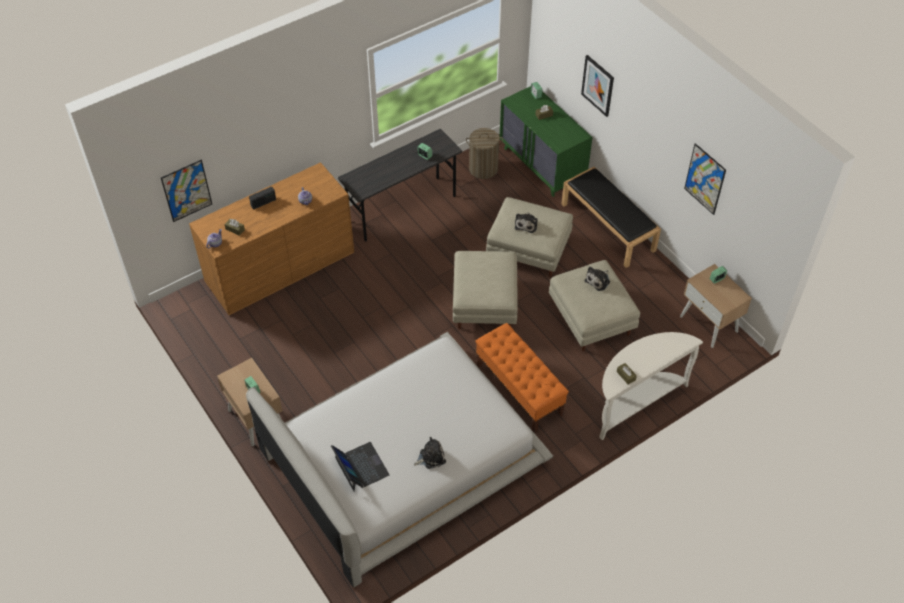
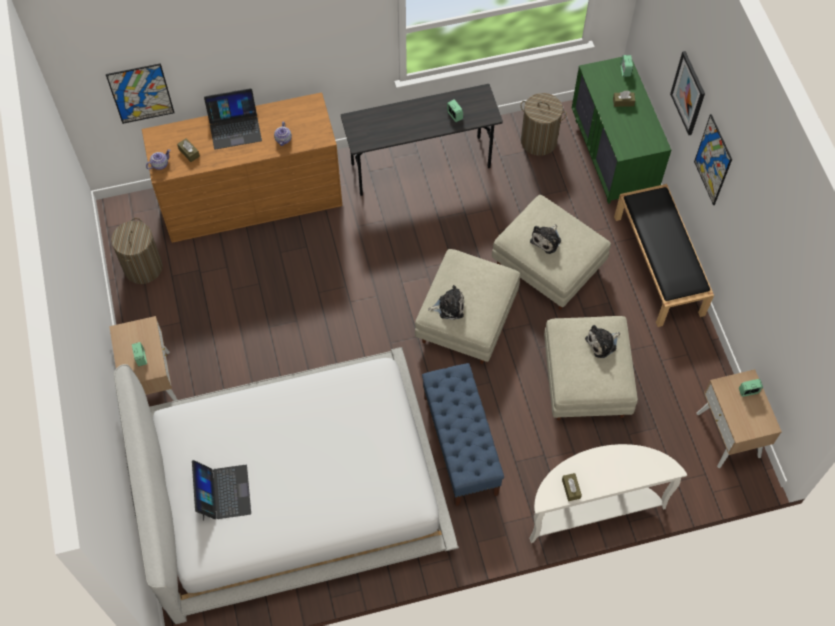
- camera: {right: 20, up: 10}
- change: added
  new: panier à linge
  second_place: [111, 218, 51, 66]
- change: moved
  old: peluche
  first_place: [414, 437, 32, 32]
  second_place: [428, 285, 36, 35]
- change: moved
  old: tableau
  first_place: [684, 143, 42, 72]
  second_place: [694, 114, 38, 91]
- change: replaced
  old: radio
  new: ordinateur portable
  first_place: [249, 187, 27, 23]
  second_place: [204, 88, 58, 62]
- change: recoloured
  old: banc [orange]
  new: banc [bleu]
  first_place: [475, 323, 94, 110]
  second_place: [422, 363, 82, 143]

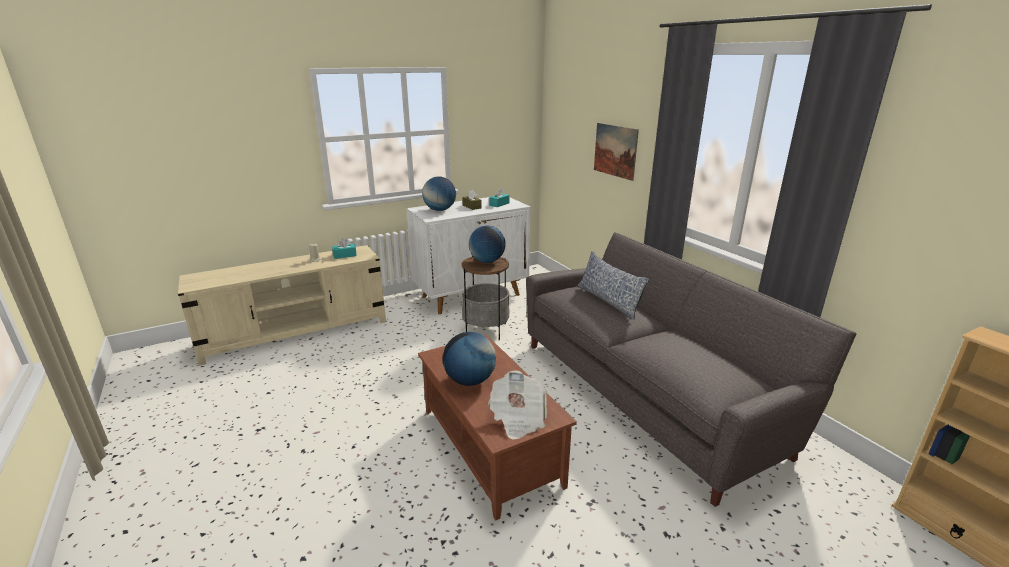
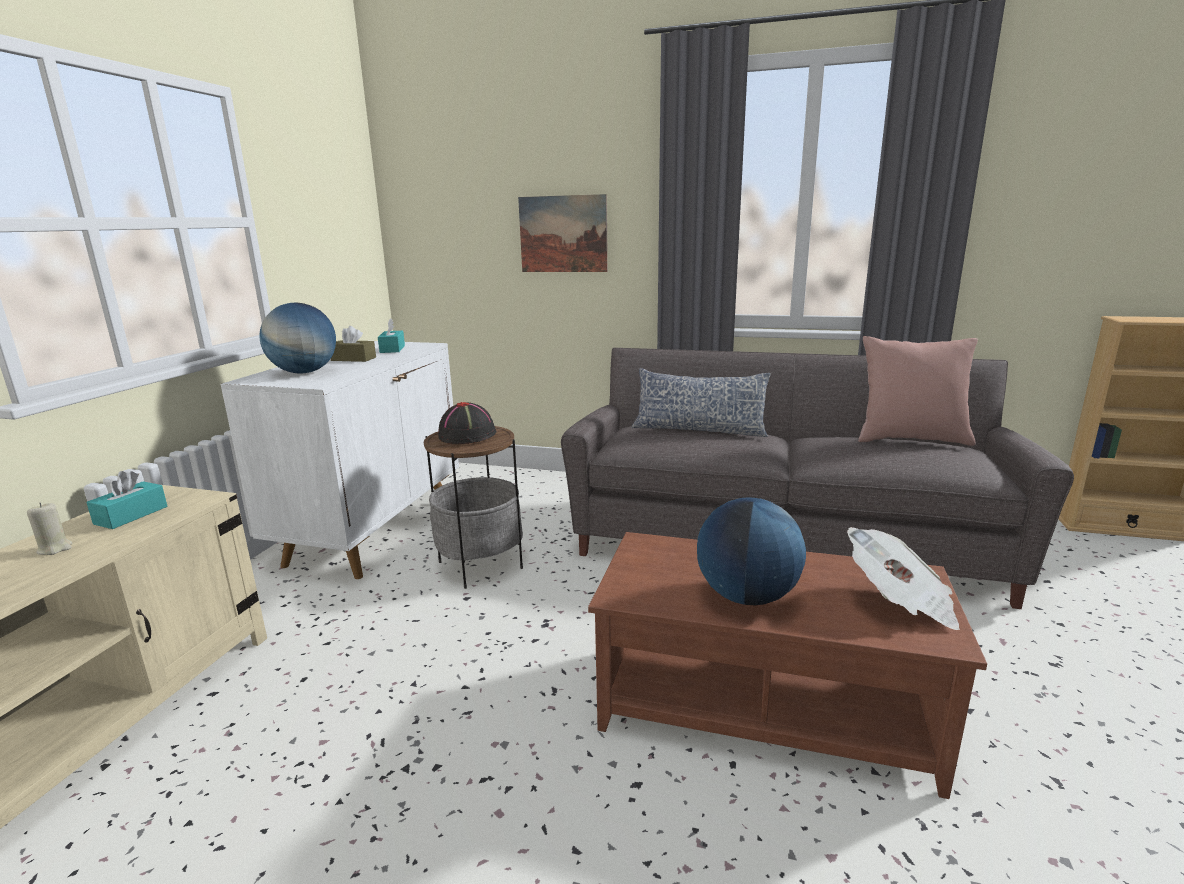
- camera: {right: -45, up: -5}
- change: added
  new: coussin [rose]
  second_place: [858, 336, 120, 110]
- change: replaced
  old: globe
  new: chapeau [noir]
  first_place: [468, 226, 38, 37]
  second_place: [438, 402, 58, 42]

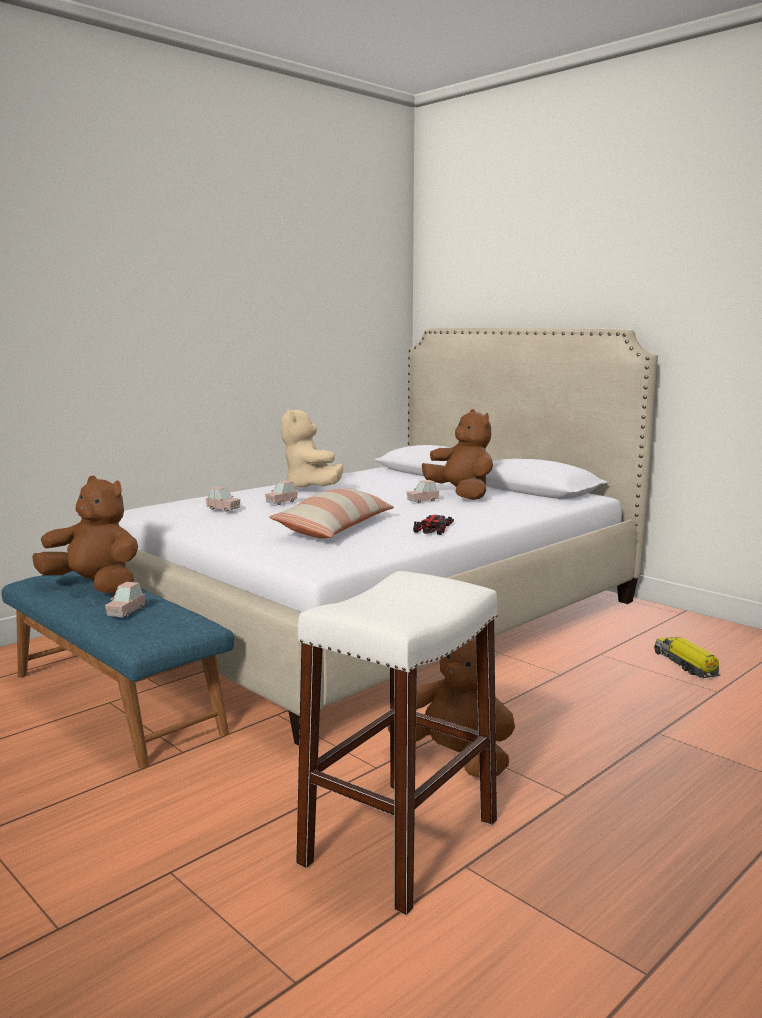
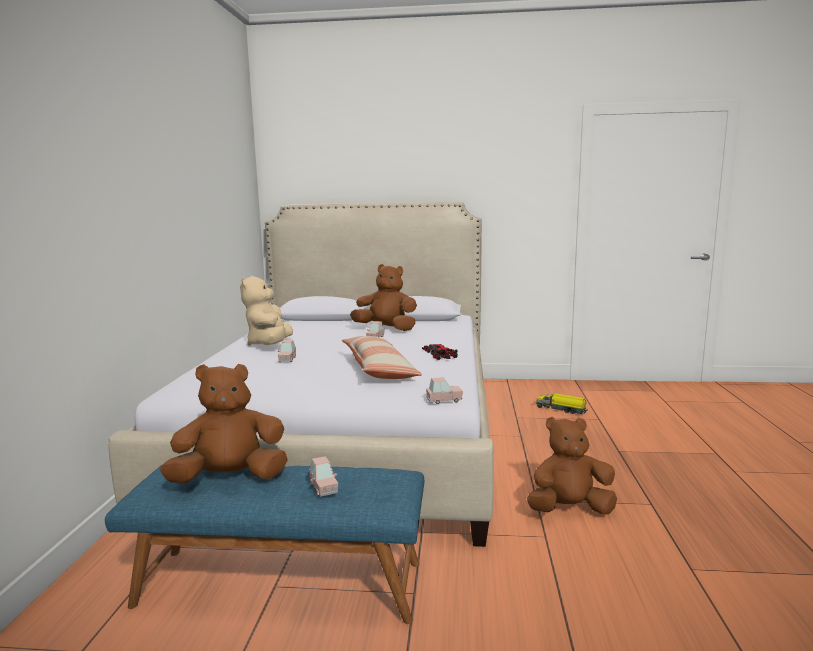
- camera: {right: -40, up: 0}
- change: removed
  old: tabouret [blanc]
  first_place: [296, 571, 202, 344]
- change: moved
  old: petite voiture [rose]
  first_place: [206, 486, 34, 26]
  second_place: [426, 377, 37, 27]
- change: turned
  old: peluche [beige]
  first_place: [281, 409, 62, 79]
  second_place: [240, 276, 53, 70]
  degrees: 60

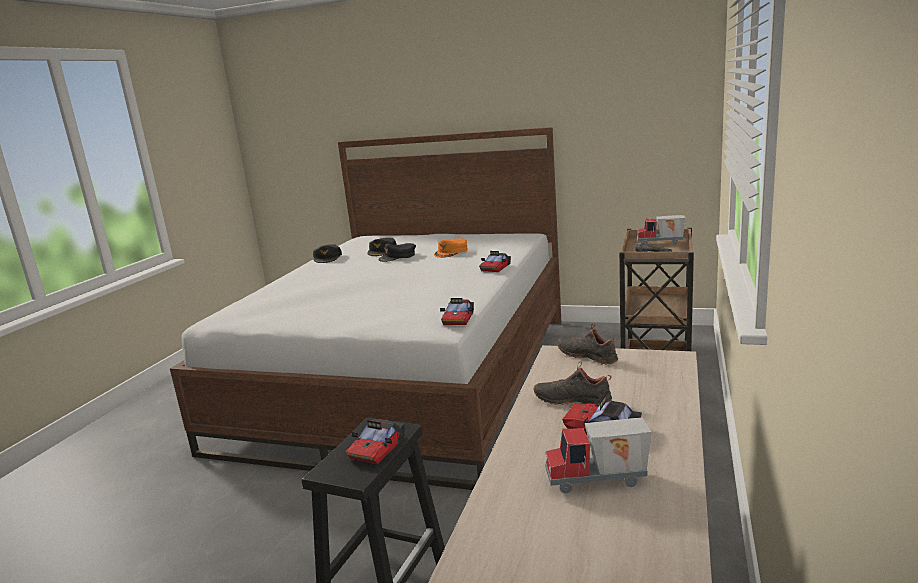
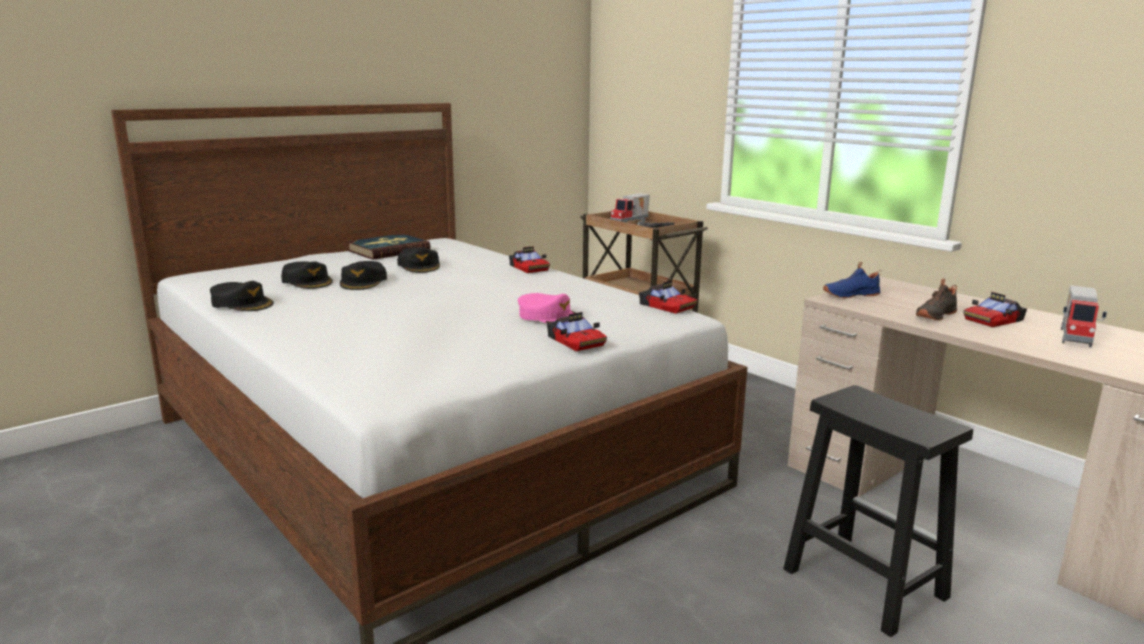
- camera: {right: -60, up: 0}
- change: added
  new: livre
  second_place: [346, 233, 84, 27]
- change: added
  new: casquette [rose]
  second_place: [518, 293, 57, 30]
- change: moved
  old: petite voiture
  first_place: [345, 419, 60, 45]
  second_place: [547, 312, 60, 39]
- change: recoloured
  old: casquette [orange]
  new: casquette [noir]
  first_place: [434, 238, 34, 20]
  second_place: [397, 247, 43, 26]
- change: recoloured
  old: chaussure [noir]
  new: chaussure [bleu]
  first_place: [557, 323, 61, 42]
  second_place: [823, 262, 59, 36]

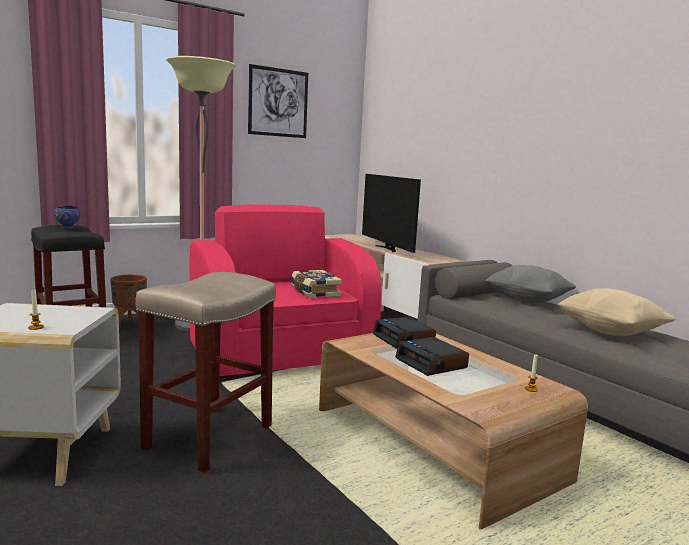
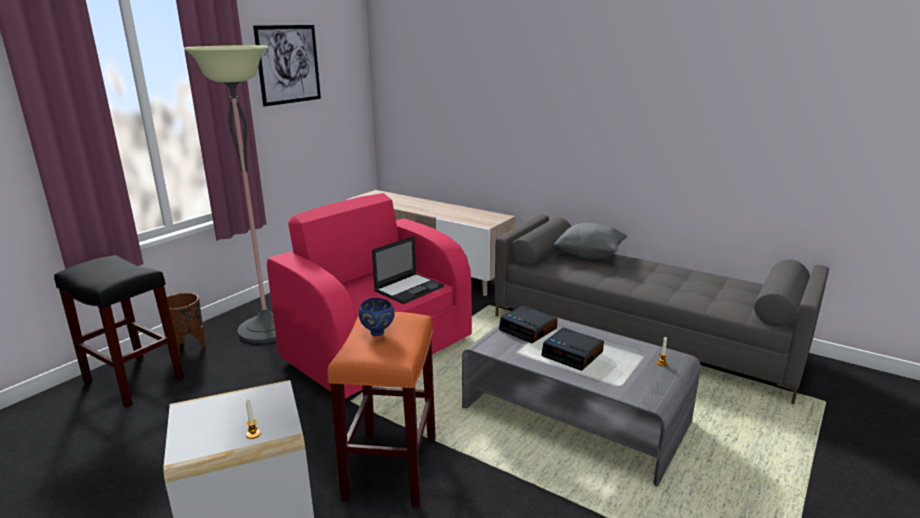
- camera: {right: -20, up: 10}
- change: removed
  old: téléviseur
  first_place: [362, 174, 59, 79]
- change: removed
  old: coussin [beige]
  first_place: [557, 288, 119, 48]
- change: moved
  old: bol [bleu]
  first_place: [54, 206, 27, 23]
  second_place: [358, 298, 37, 38]
- change: replaced
  old: livre
  new: ordinateur portable
  first_place: [291, 270, 51, 29]
  second_place: [372, 236, 72, 68]
- change: recoloured
  old: tabouret [beige]
  new: tabouret [orange]
  first_place: [136, 272, 140, 201]
  second_place: [327, 312, 109, 195]
- change: recoloured
  old: table basse [marron]
  new: table basse [gris]
  first_place: [319, 333, 269, 197]
  second_place: [462, 317, 239, 170]

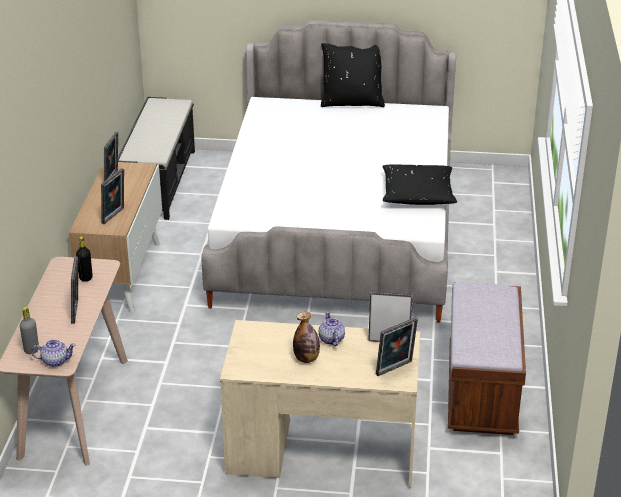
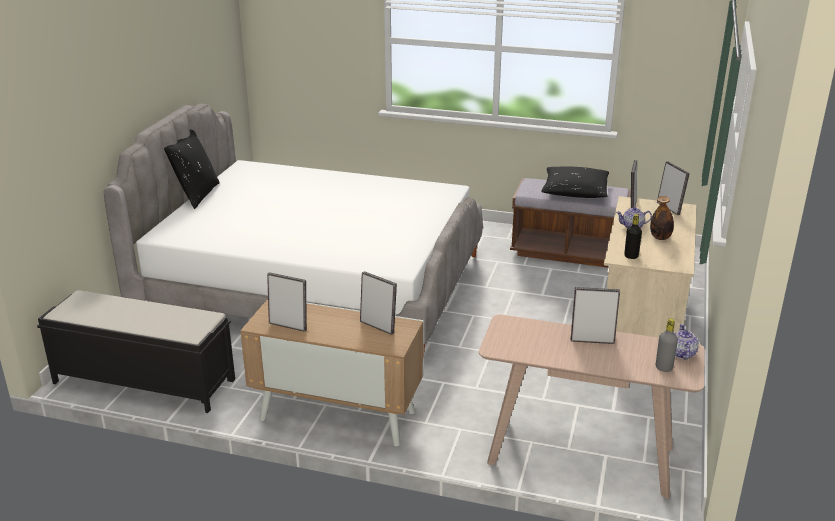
- camera: {right: -80, up: -5}
- change: moved
  old: bouteille [noir]
  first_place: [76, 236, 17, 46]
  second_place: [624, 214, 18, 45]
- change: moved
  old: coussin [noir]
  first_place: [382, 164, 75, 41]
  second_place: [541, 166, 68, 32]

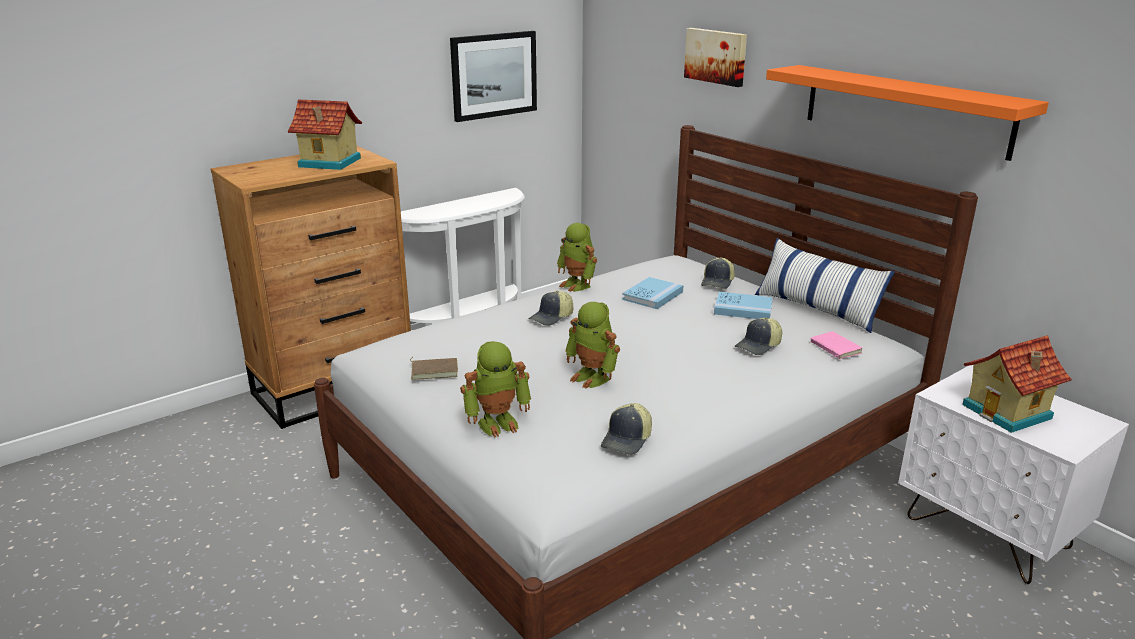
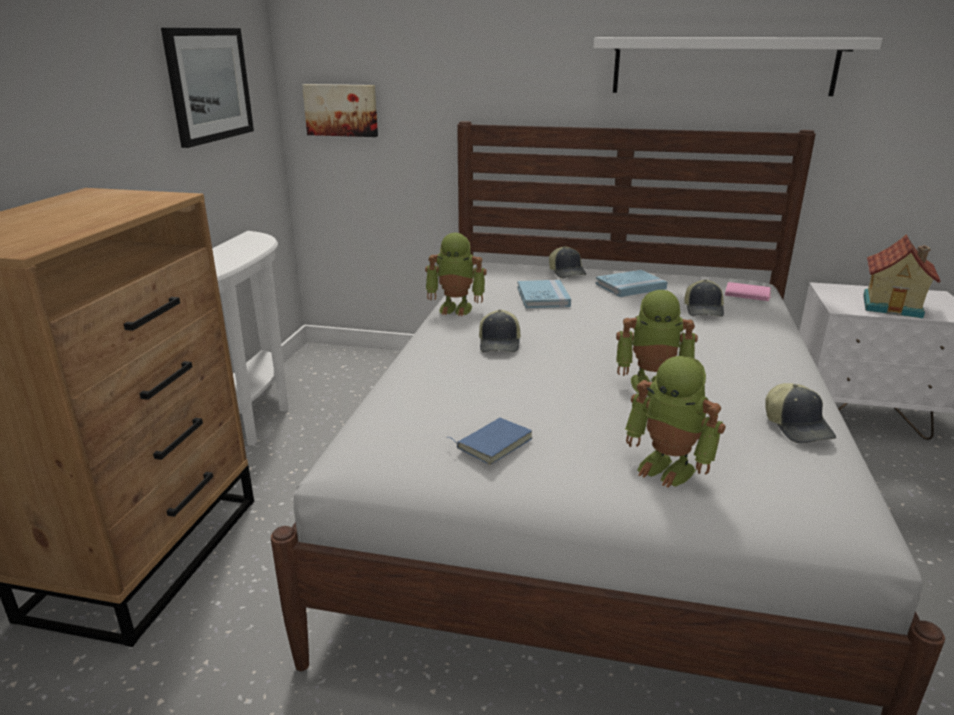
- camera: {right: -40, up: 0}
- change: removed
  old: maison miniature
  first_place: [288, 100, 74, 70]
- change: removed
  old: coussin
  first_place: [755, 238, 140, 95]
- change: moved
  old: tableau
  first_place: [684, 28, 63, 59]
  second_place: [302, 84, 76, 53]
- change: recoloured
  old: livre [marron]
  new: livre [bleu]
  first_place: [410, 357, 48, 23]
  second_place: [448, 418, 84, 47]
- change: recoloured
  old: étagère [orange]
  new: étagère [blanc]
  first_place: [766, 65, 283, 96]
  second_place: [593, 37, 290, 59]
- change: turned
  old: robot jouet
  first_place: [460, 341, 71, 96]
  second_place: [625, 356, 100, 132]
  degrees: 105

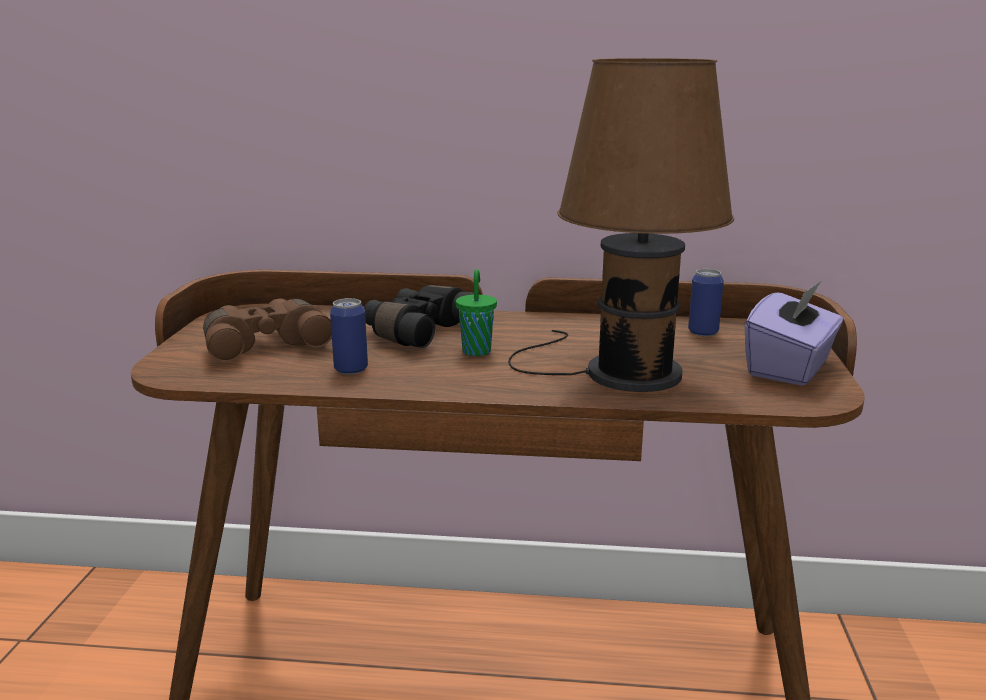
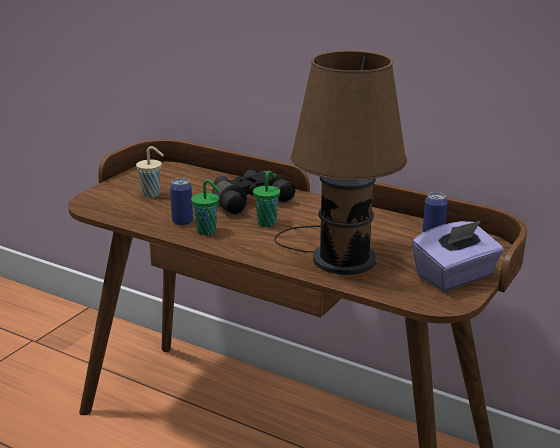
- camera: {right: 25, up: 5}
- change: added
  new: tasse [vert]
  second_place: [191, 180, 29, 55]
- change: replaced
  old: jumelles [marron]
  new: tasse [beige]
  first_place: [203, 299, 129, 63]
  second_place: [136, 146, 28, 52]

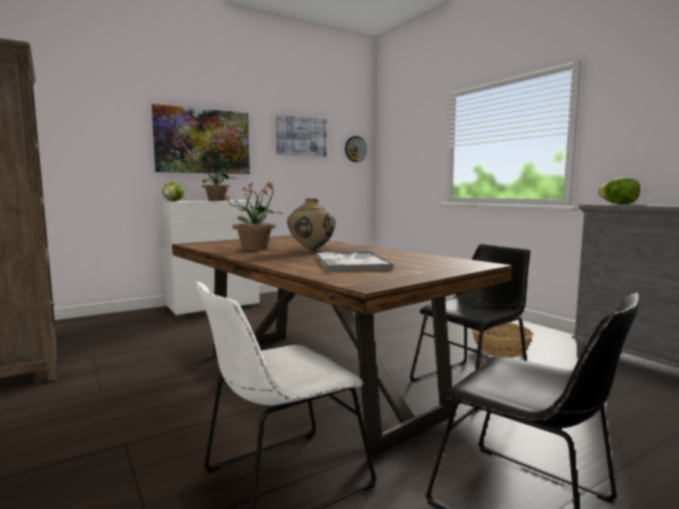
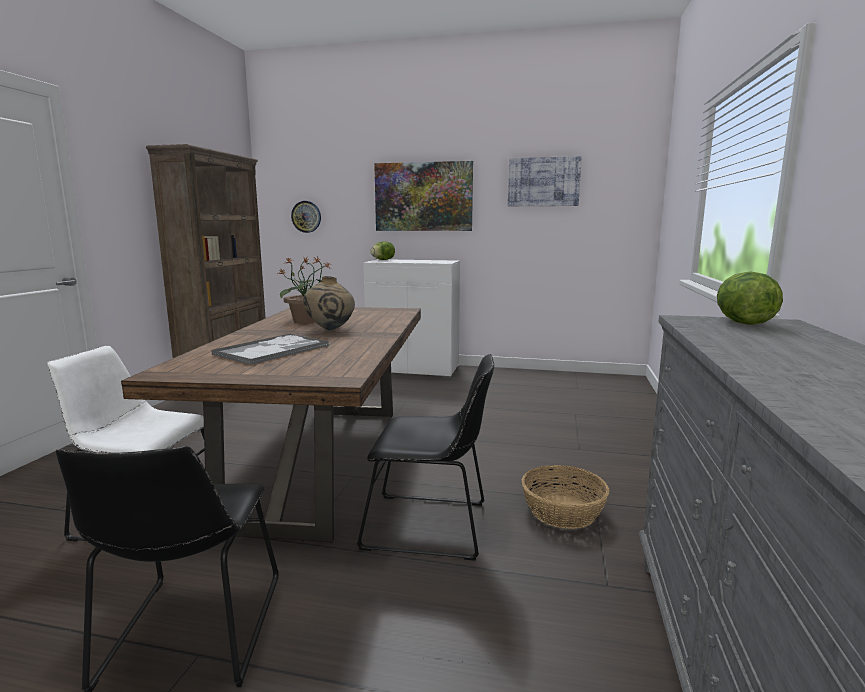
- camera: {right: 45, up: 5}
- change: removed
  old: plante en pot
  first_place: [197, 157, 39, 44]
- change: moved
  old: horloge murale
  first_place: [345, 136, 22, 26]
  second_place: [291, 201, 30, 32]

